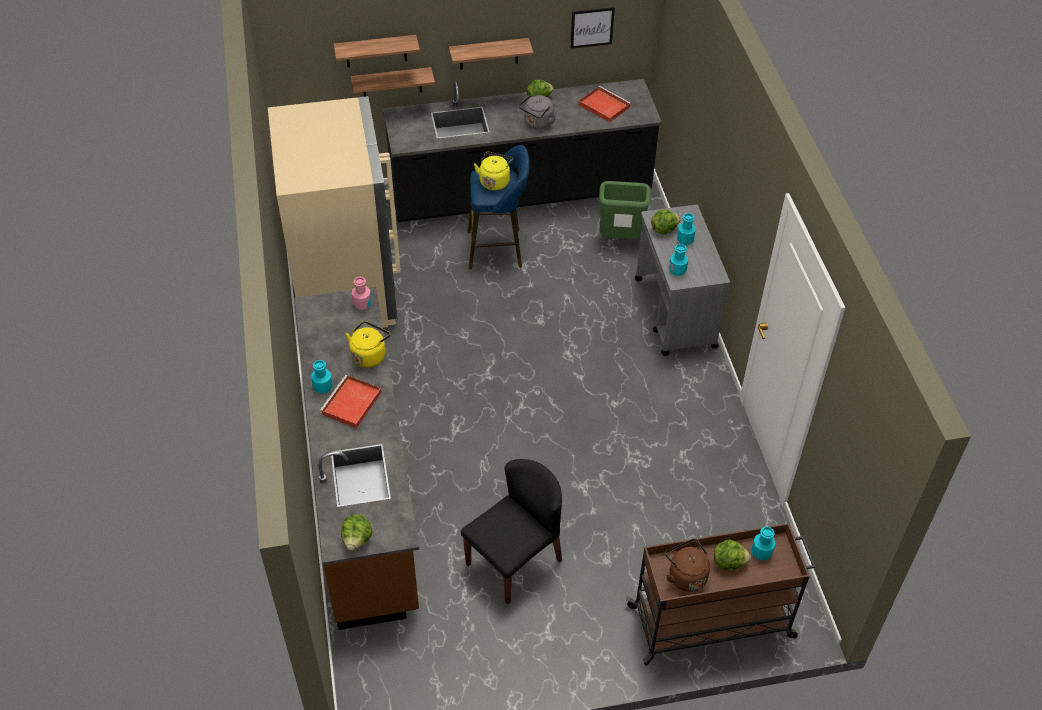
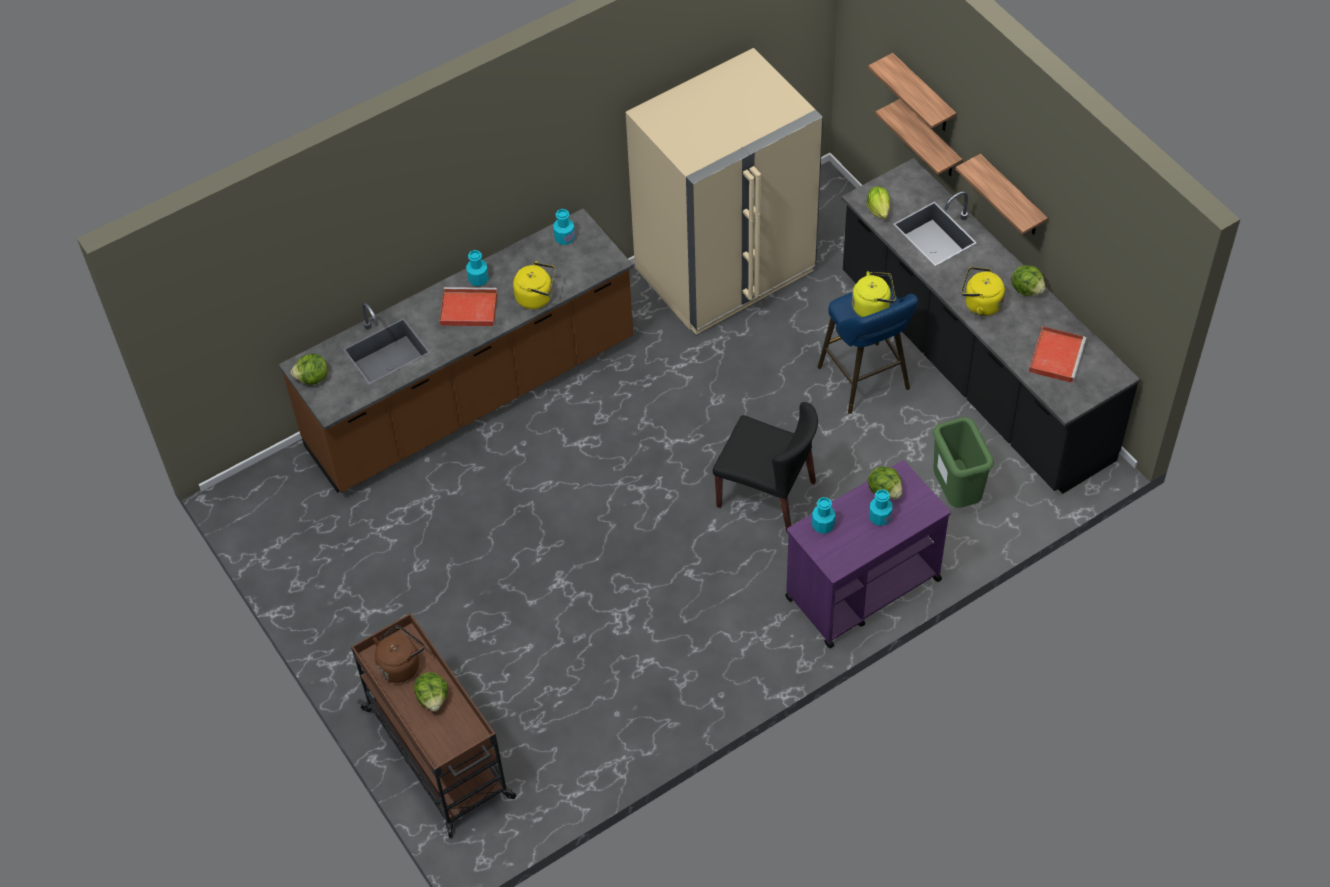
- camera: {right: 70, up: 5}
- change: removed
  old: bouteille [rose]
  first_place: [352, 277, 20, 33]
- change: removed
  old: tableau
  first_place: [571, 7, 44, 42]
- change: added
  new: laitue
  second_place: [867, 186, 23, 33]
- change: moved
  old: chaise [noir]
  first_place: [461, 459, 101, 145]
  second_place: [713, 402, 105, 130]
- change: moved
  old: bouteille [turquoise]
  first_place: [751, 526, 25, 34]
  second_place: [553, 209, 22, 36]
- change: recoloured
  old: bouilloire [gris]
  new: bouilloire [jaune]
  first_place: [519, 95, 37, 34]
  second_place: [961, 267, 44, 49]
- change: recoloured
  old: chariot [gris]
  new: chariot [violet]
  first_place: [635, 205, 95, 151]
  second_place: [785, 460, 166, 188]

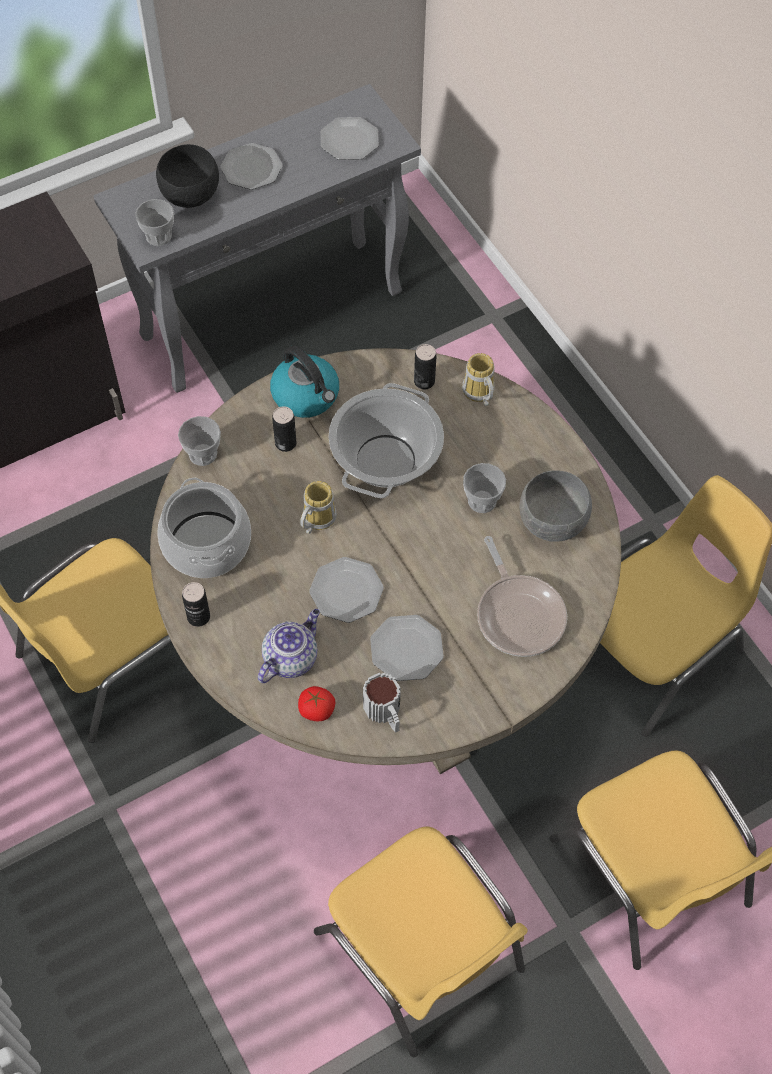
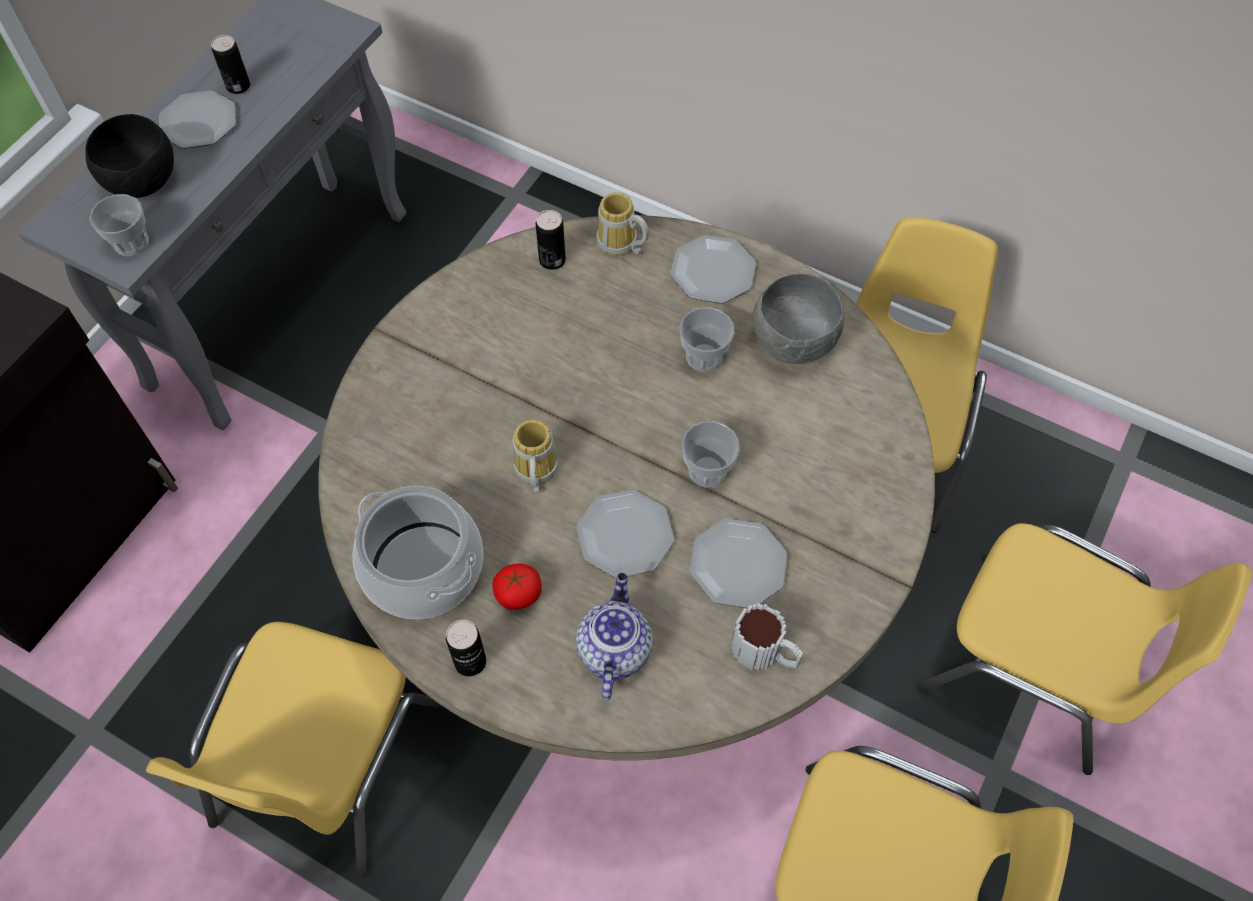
- camera: {right: -30, up: 0}
- change: removed
  old: bouilloire
  first_place: [270, 345, 69, 73]
- change: removed
  old: marmite
  first_place: [328, 383, 116, 115]
- change: removed
  old: poêle
  first_place: [477, 536, 90, 121]
- change: moved
  old: tasse
  first_place: [178, 416, 43, 50]
  second_place: [681, 421, 59, 67]
- change: moved
  old: boîte métallique
  first_place: [272, 406, 25, 46]
  second_place: [211, 35, 39, 59]
- change: moved
  old: tomate
  first_place: [298, 686, 37, 35]
  second_place: [492, 564, 50, 46]
- change: moved
  old: assiette
  first_place: [321, 117, 58, 43]
  second_place: [671, 235, 85, 69]

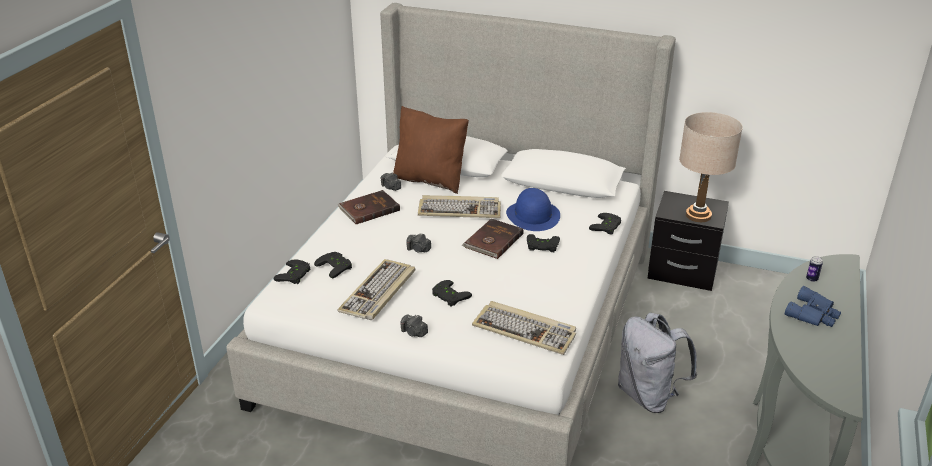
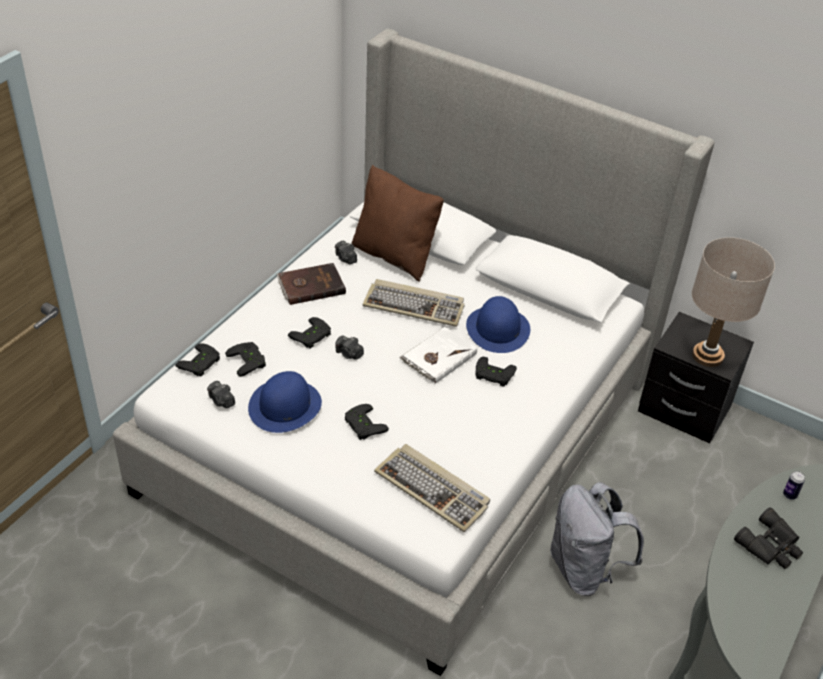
- camera: {right: 10, up: 10}
- change: moved
  old: appareil photo
  first_place: [400, 315, 28, 22]
  second_place: [207, 381, 28, 27]
- change: moved
  old: manette [noir]
  first_place: [589, 213, 32, 22]
  second_place: [288, 317, 43, 32]
- change: replaced
  old: clavier
  new: chapeau [bleu]
  first_place: [337, 259, 78, 61]
  second_place: [248, 371, 74, 62]
- change: recoloured
  old: livre [marron]
  new: livre [blanc]
  first_place: [462, 218, 62, 41]
  second_place: [399, 327, 78, 57]
- change: recoloured
  old: jumelles [bleu]
  new: jumelles [noir]
  first_place: [785, 286, 56, 41]
  second_place: [734, 507, 69, 62]

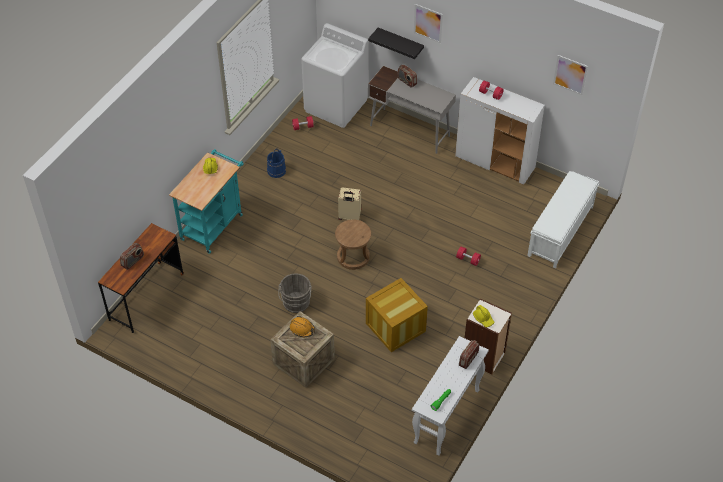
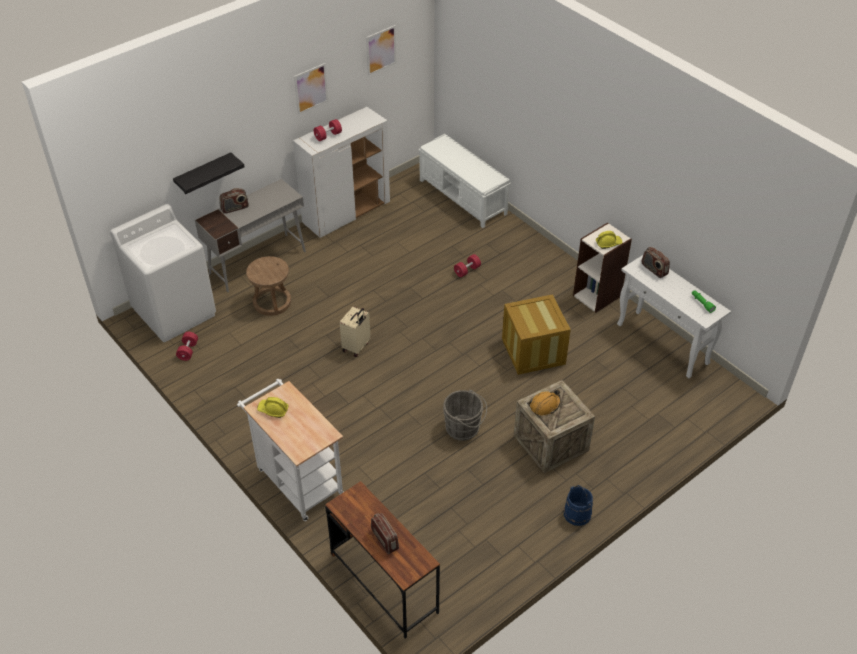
- camera: {right: -70, up: -5}
- change: moved
  old: seau [bleu]
  first_place: [267, 149, 19, 29]
  second_place: [564, 485, 29, 41]
- change: moved
  old: tabouret [marron]
  first_place: [335, 220, 36, 50]
  second_place: [246, 256, 45, 60]
- change: moved
  old: tableau
  first_place: [414, 4, 29, 39]
  second_place: [294, 63, 34, 52]
- change: recoloured
  old: chariot [turquoise]
  new: chariot [blanc]
  first_place: [169, 149, 75, 105]
  second_place: [237, 379, 107, 142]

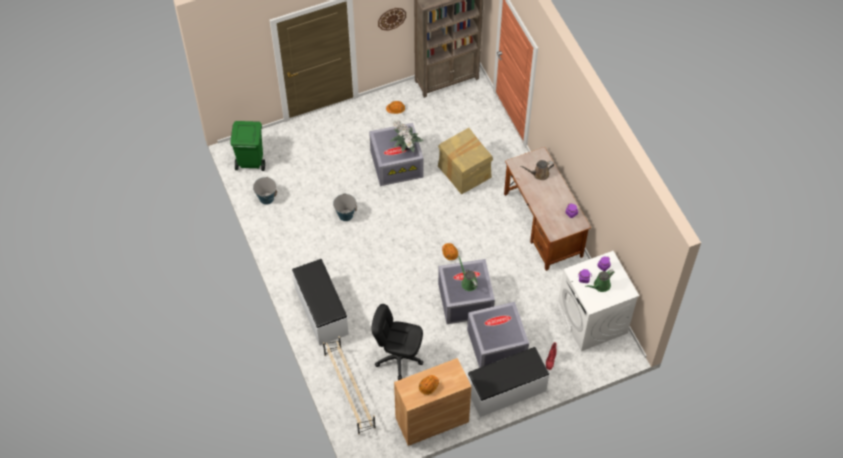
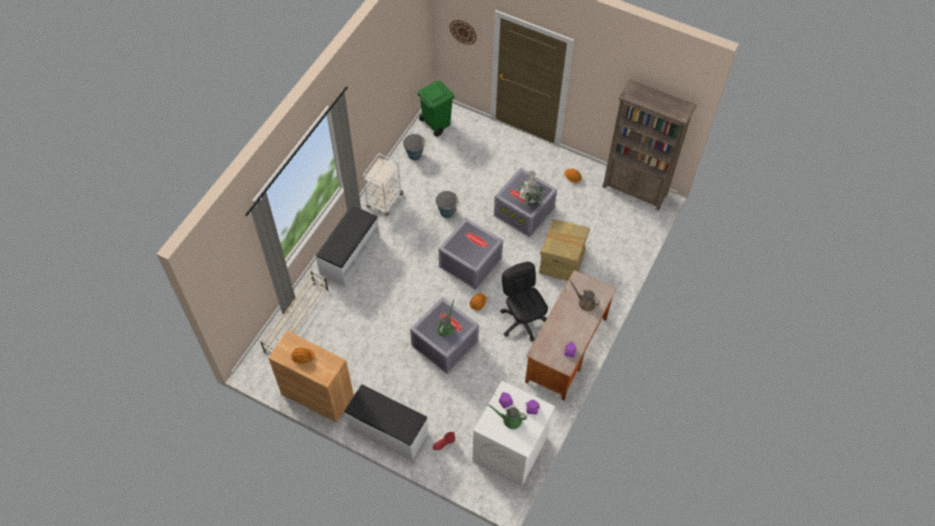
- camera: {right: 50, up: 0}
- change: added
  new: chariot [blanc]
  second_place: [363, 153, 40, 63]
- change: moved
  old: chaise de bureau [noir]
  first_place: [371, 304, 52, 76]
  second_place: [500, 262, 48, 79]
- change: moved
  old: horloge murale
  first_place: [378, 8, 28, 23]
  second_place: [450, 20, 26, 25]
- change: moved
  old: boîte de rangement [gris]
  first_place: [467, 302, 62, 66]
  second_place: [439, 218, 64, 72]

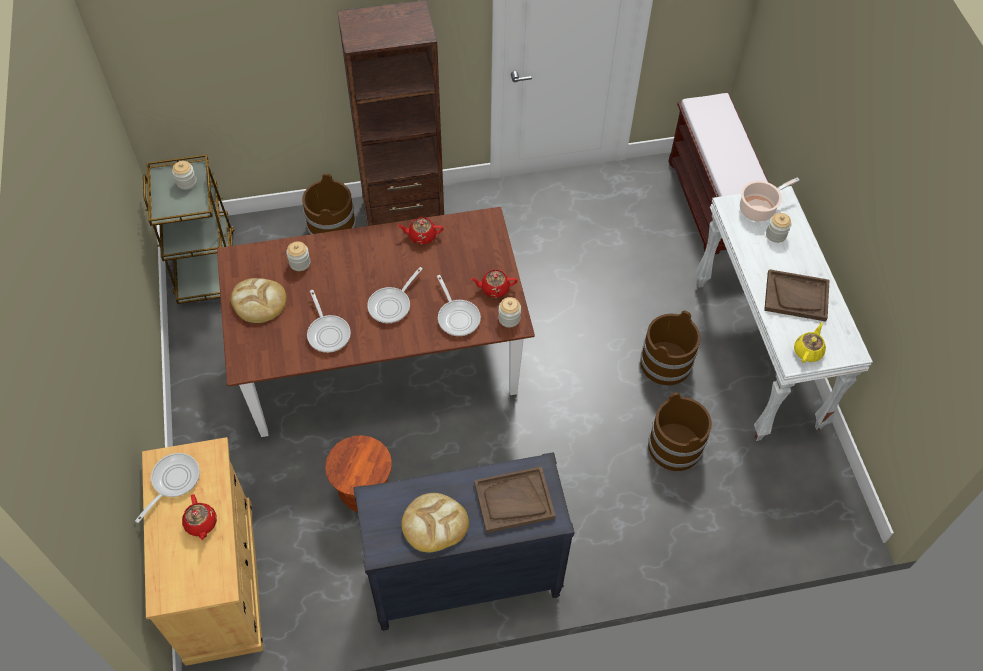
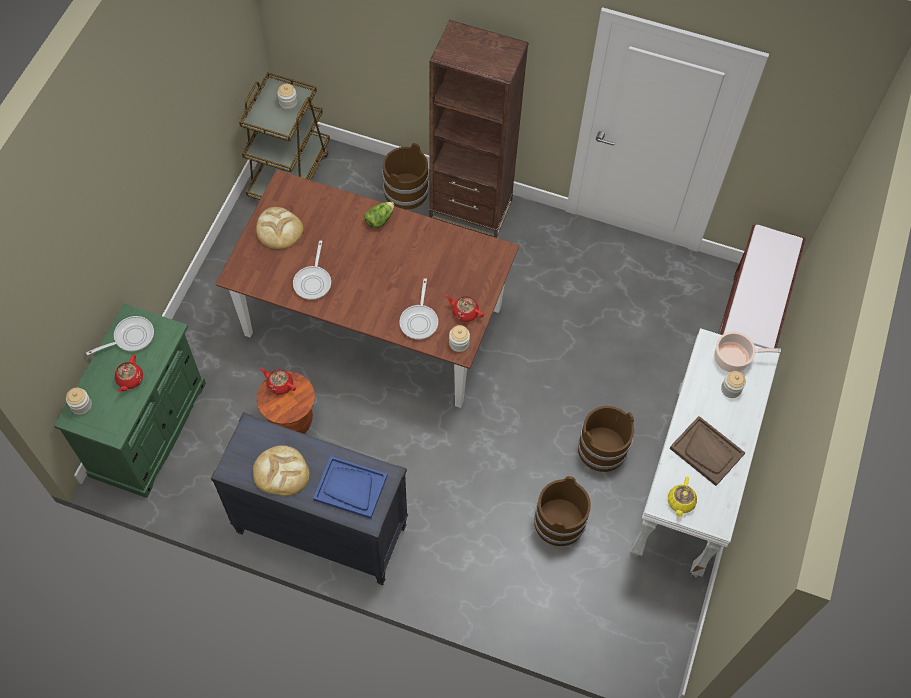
- camera: {right: 30, up: 5}
- change: removed
  old: poêle
  first_place: [367, 267, 56, 56]
- change: added
  new: laitue
  second_place: [364, 202, 30, 27]
- change: moved
  old: bocal
  first_place: [286, 241, 25, 30]
  second_place: [66, 388, 26, 27]
- change: moved
  old: théière [rouge]
  first_place: [397, 217, 47, 27]
  second_place: [260, 367, 36, 28]
- change: recoloured
  old: meuble de rangement [beige]
  new: meuble de rangement [vert]
  first_place: [142, 437, 122, 229]
  second_place: [54, 304, 152, 194]
- change: recoloured
  old: plateau [marron]
  new: plateau [bleu]
  first_place: [474, 466, 82, 67]
  second_place: [313, 456, 74, 63]
- change: turned
  old: théière [jaune]
  first_place: [794, 322, 32, 41]
  second_place: [668, 477, 29, 41]
  degrees: 135

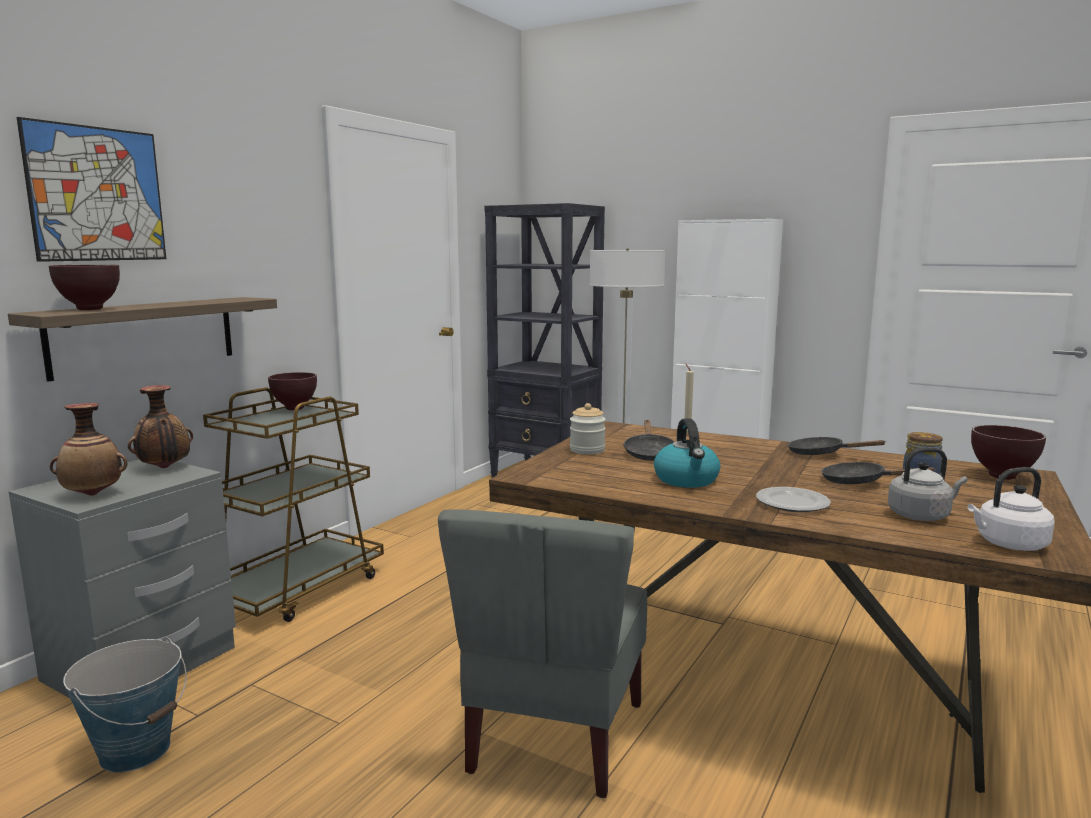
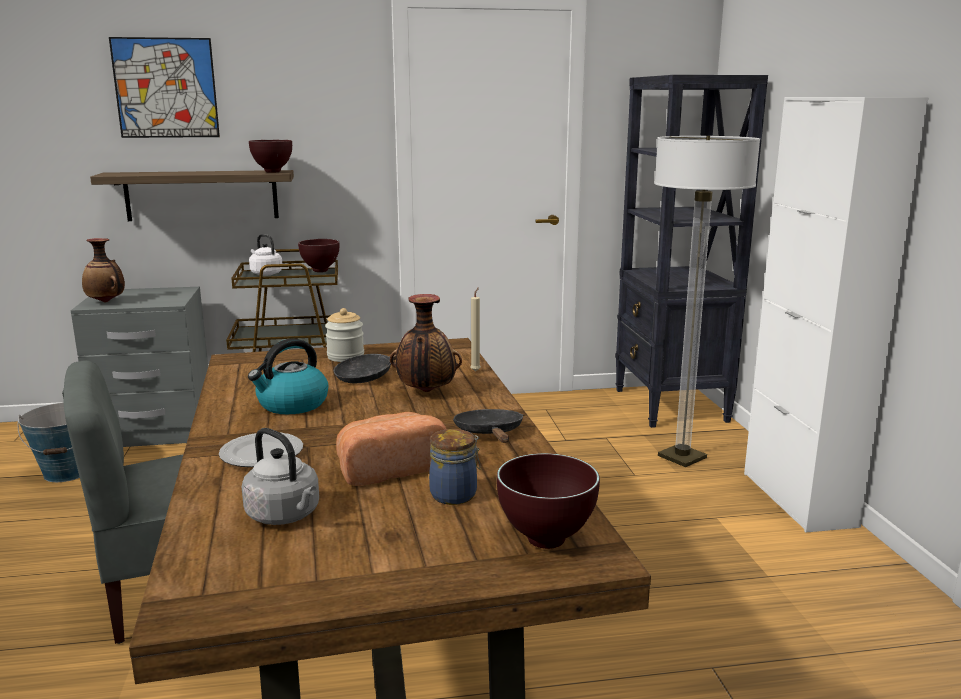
- camera: {right: 50, up: 5}
- change: moved
  old: bol [marron]
  first_place: [49, 264, 71, 46]
  second_place: [249, 140, 43, 33]
- change: moved
  old: vase
  first_place: [128, 385, 65, 83]
  second_place: [390, 294, 72, 98]
- change: moved
  old: bouilloire [blanc]
  first_place: [968, 467, 87, 84]
  second_place: [249, 234, 34, 42]
- change: replaced
  old: poêle [noir]
  new: pain
  first_place: [821, 462, 115, 22]
  second_place: [336, 412, 110, 74]

